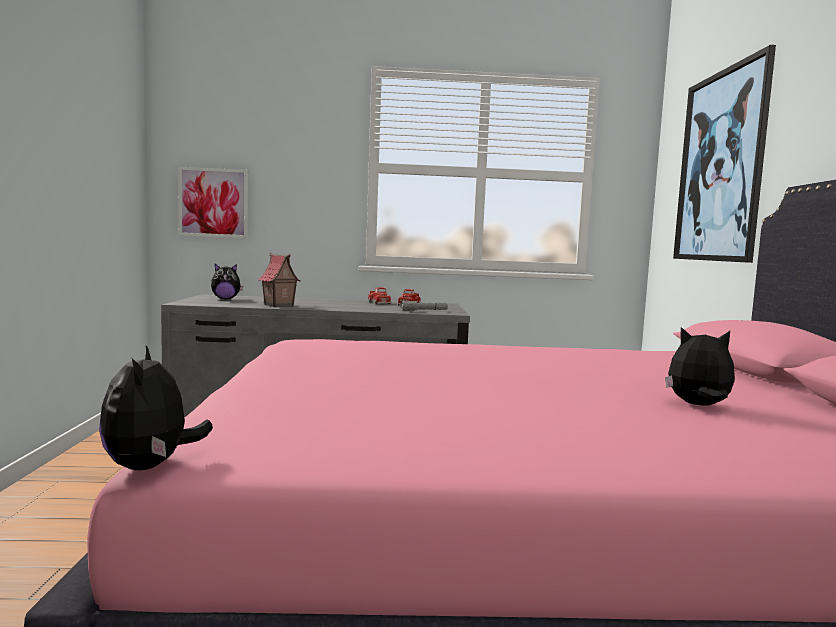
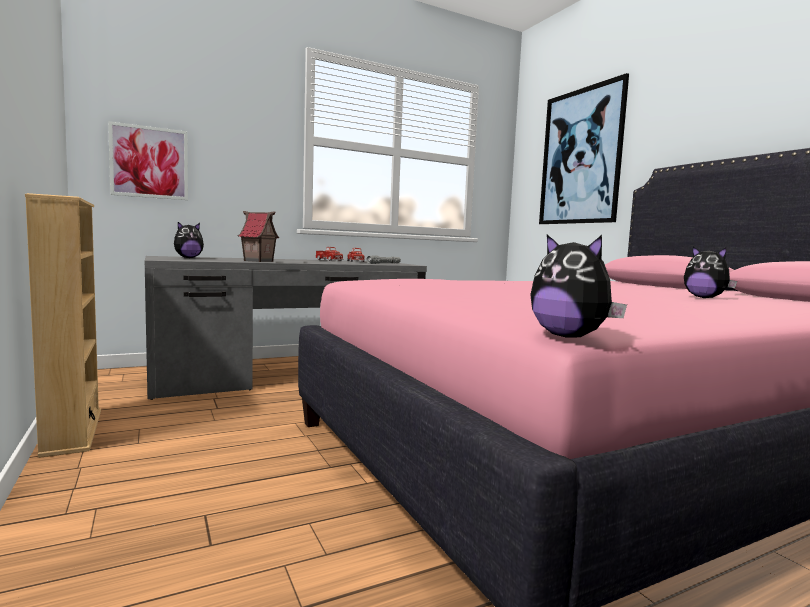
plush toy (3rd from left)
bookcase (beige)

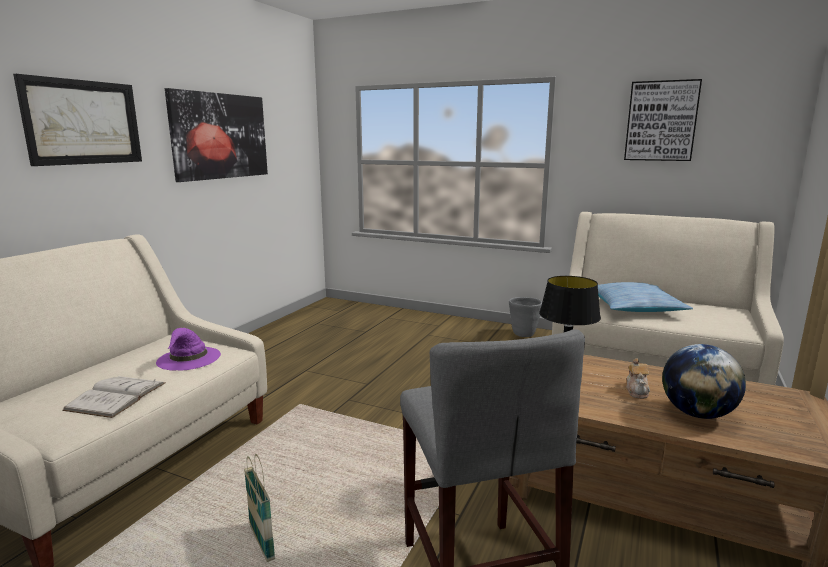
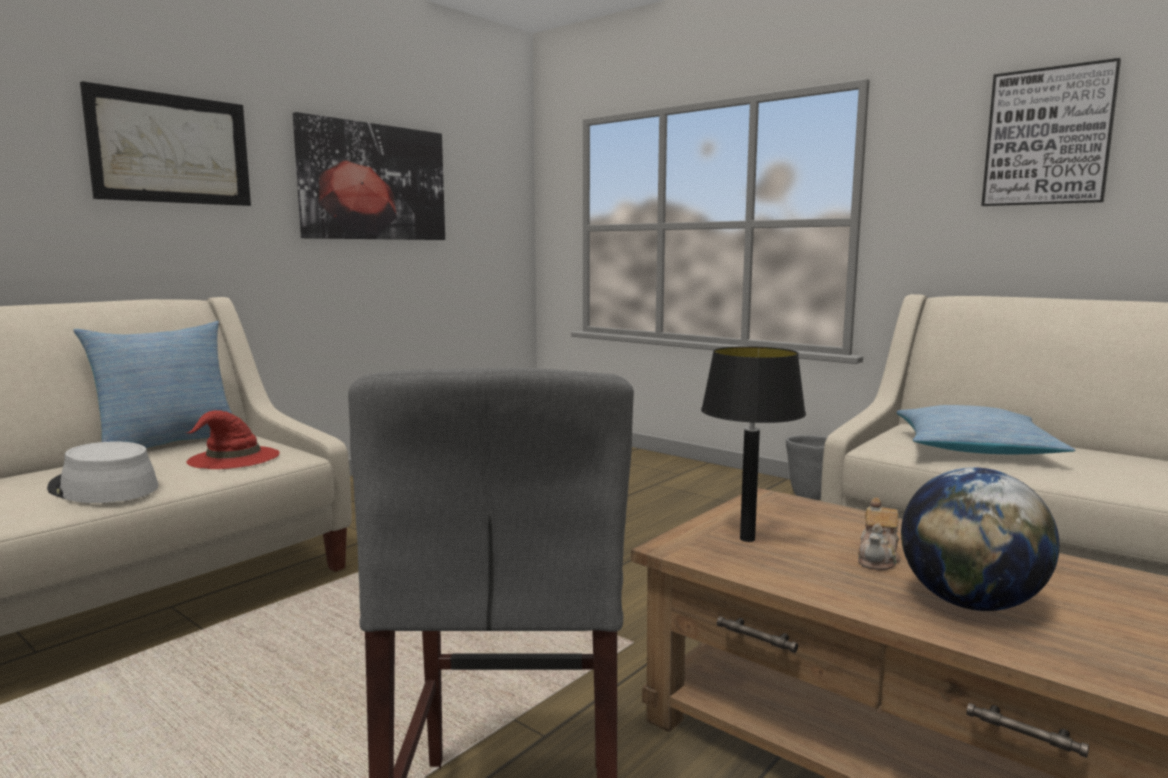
hat (grey)
hat (red)
basket
pillow (1st from left)

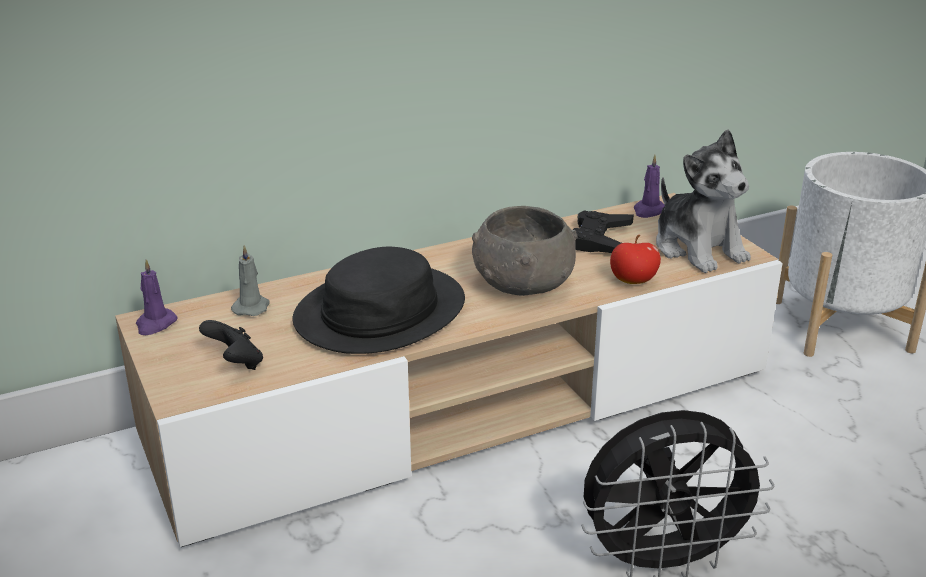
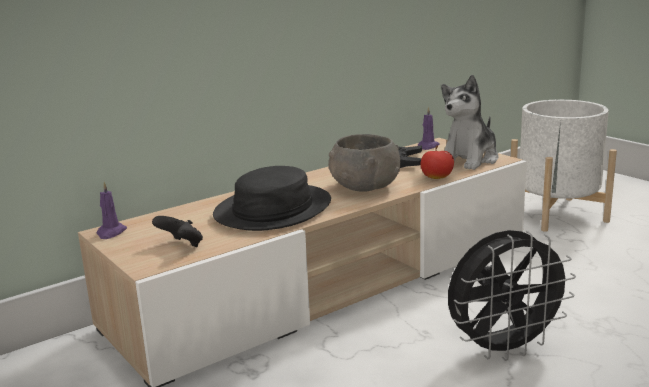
candle (grey)
plush toy

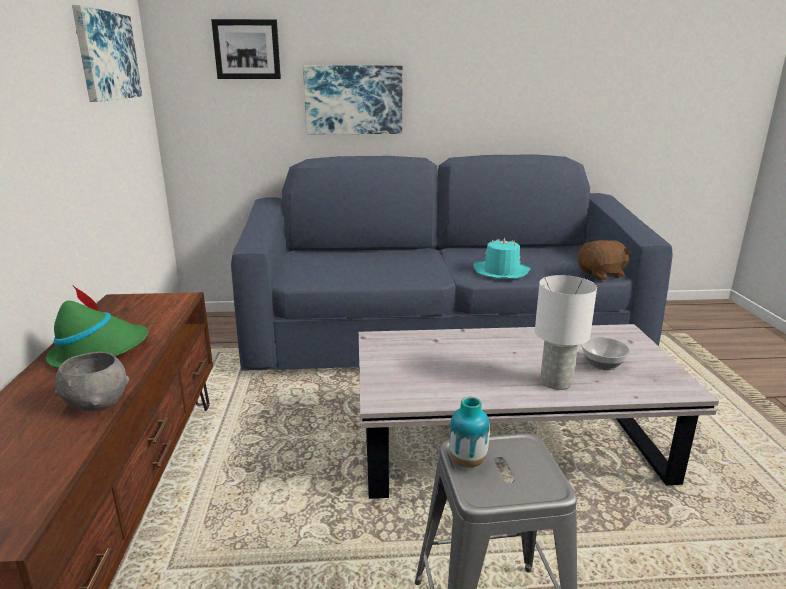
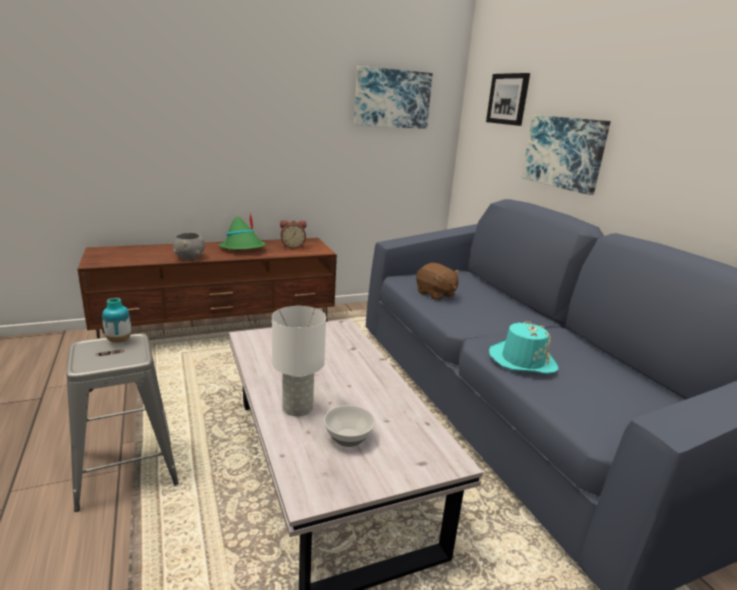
plush toy (brown)
alarm clock

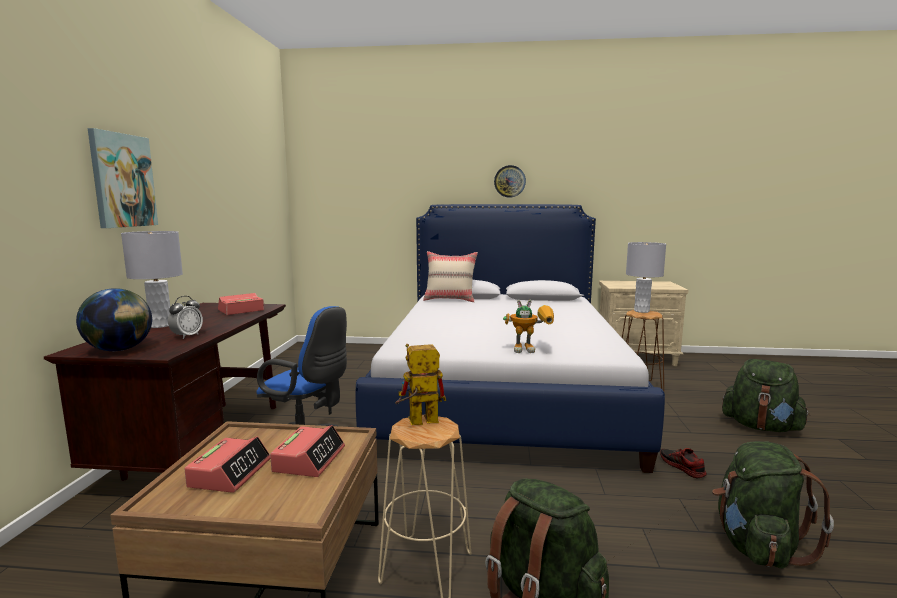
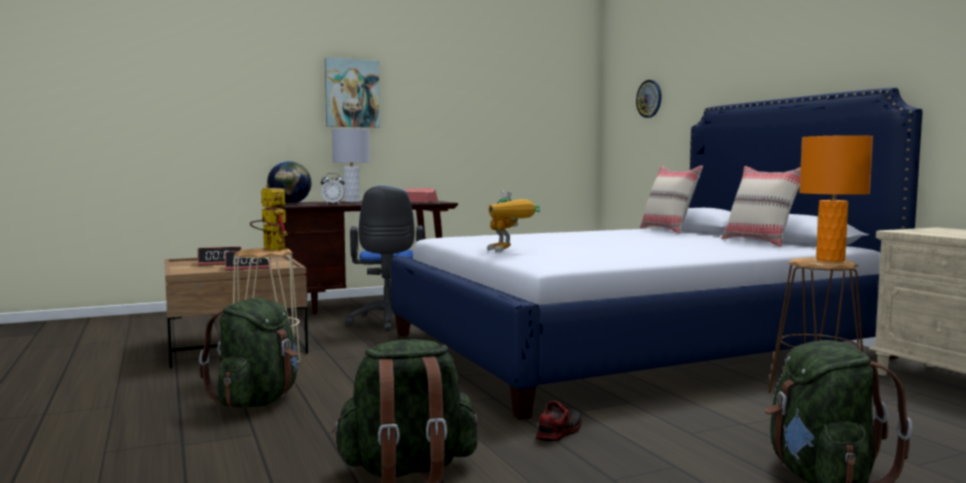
wall clock
table lamp (orange)
pillow (beige) (2nd from left)

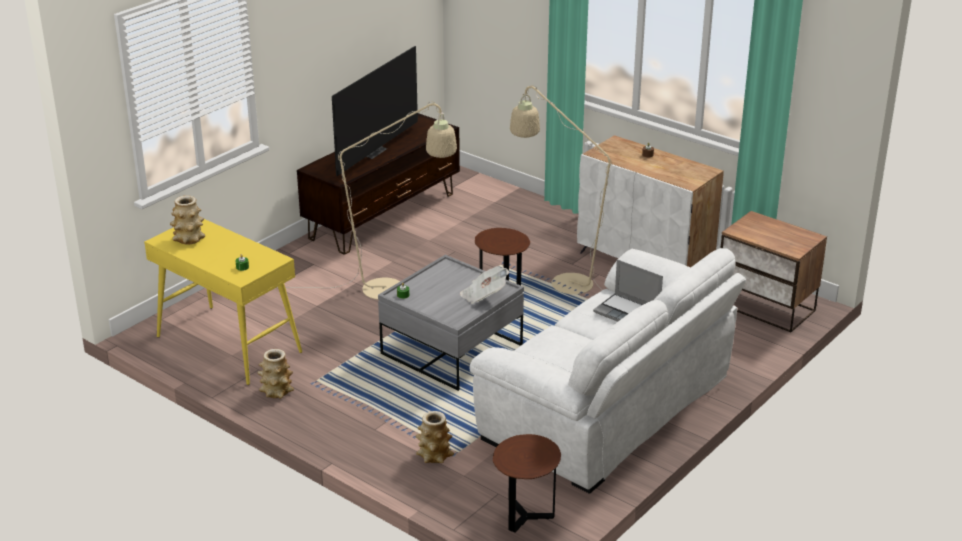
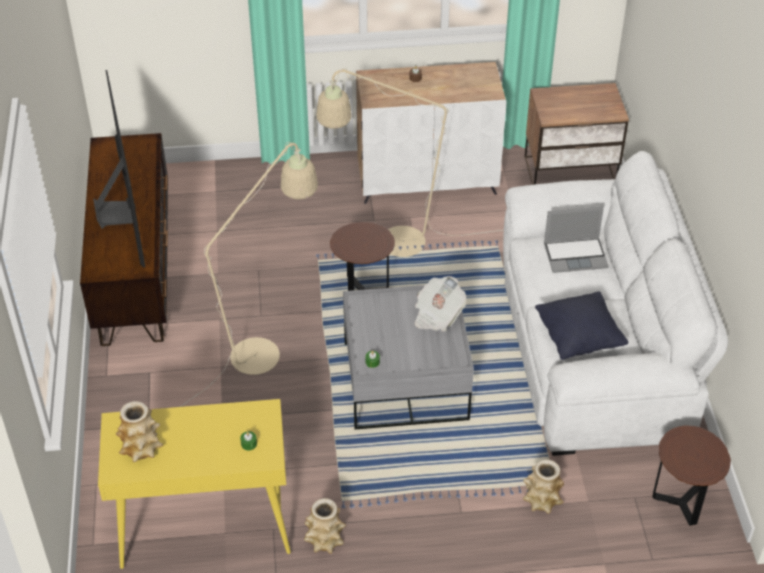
pillow (black)

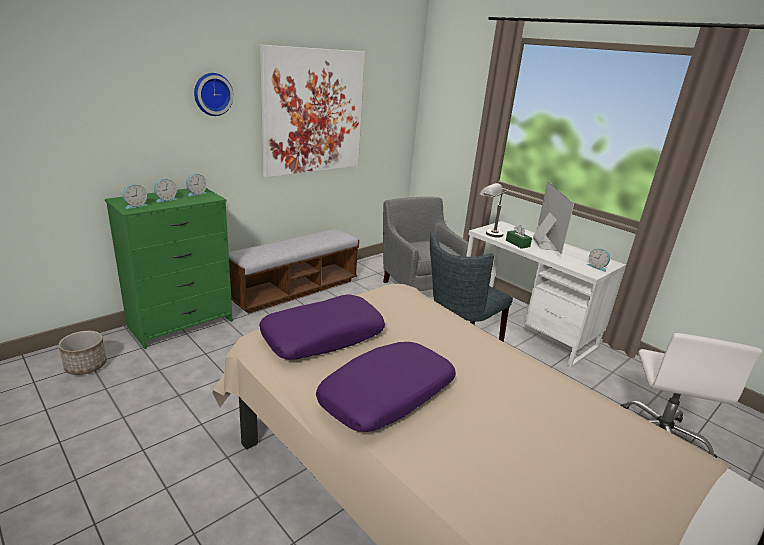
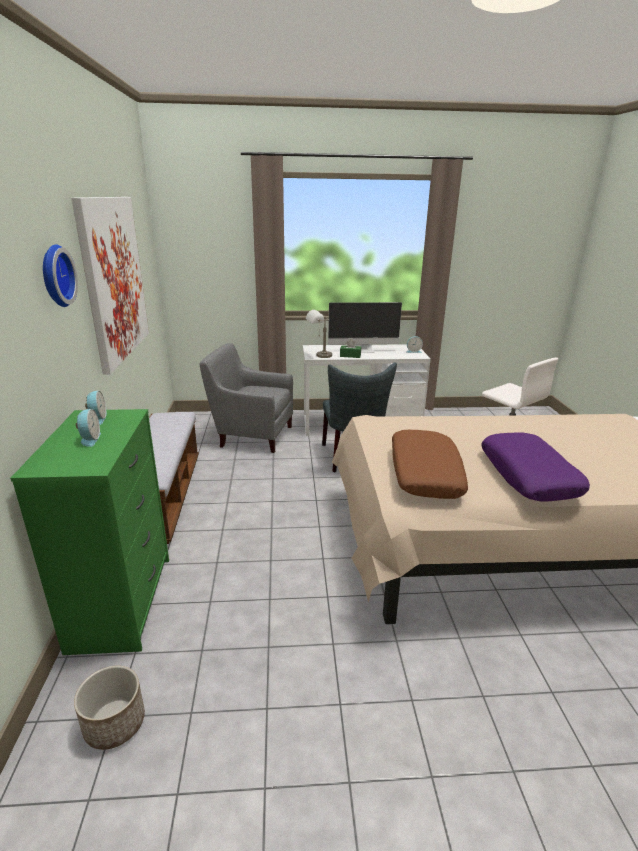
alarm clock (1st from left in the first image)
pillow (brown)
monitor

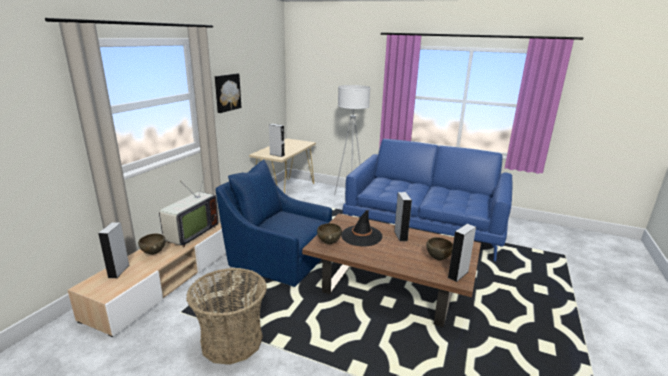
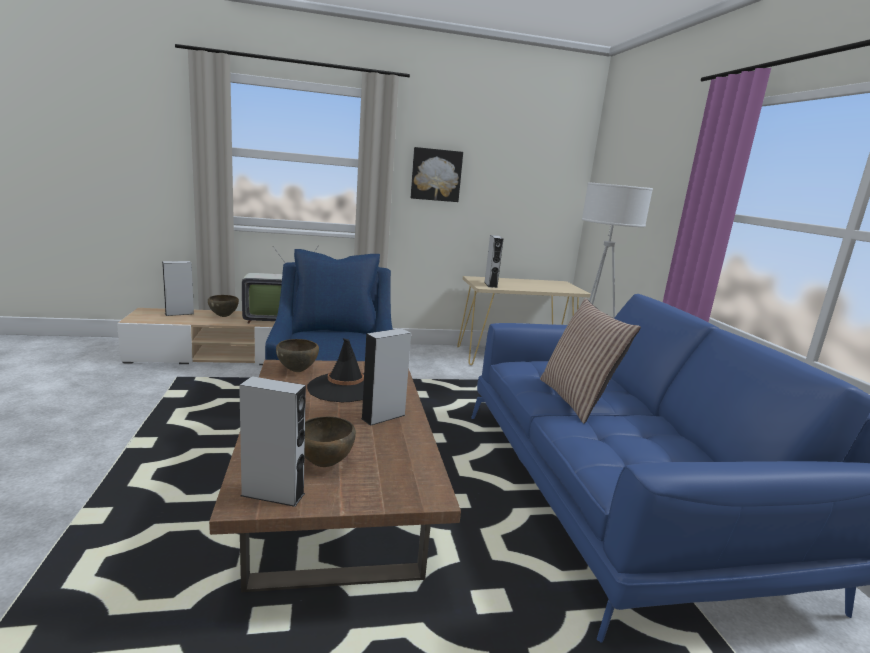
basket
pillow

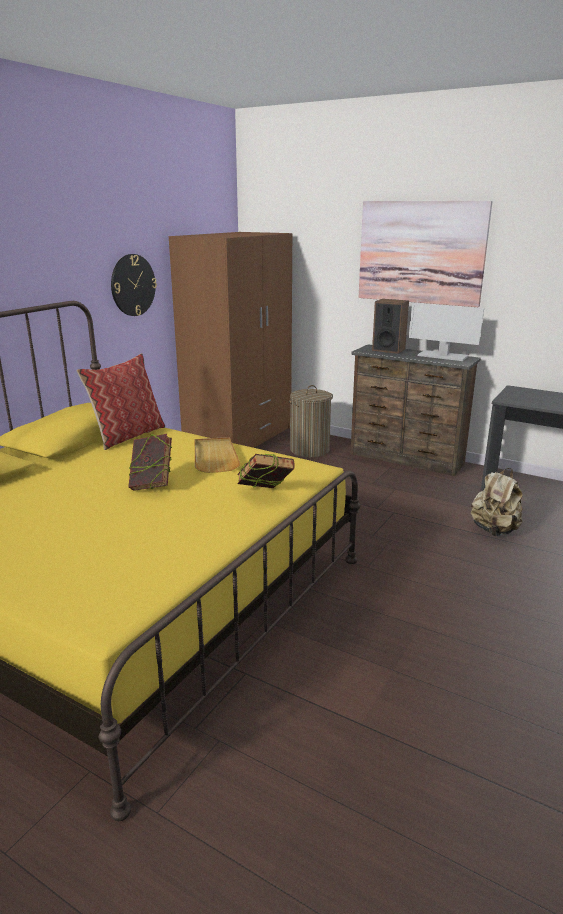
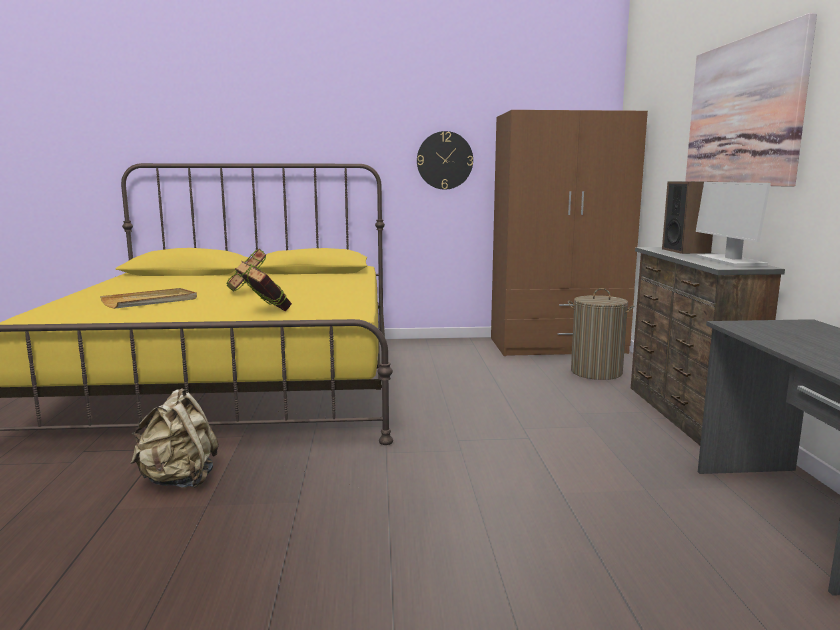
pillow
tray (beige)
backpack (beige)

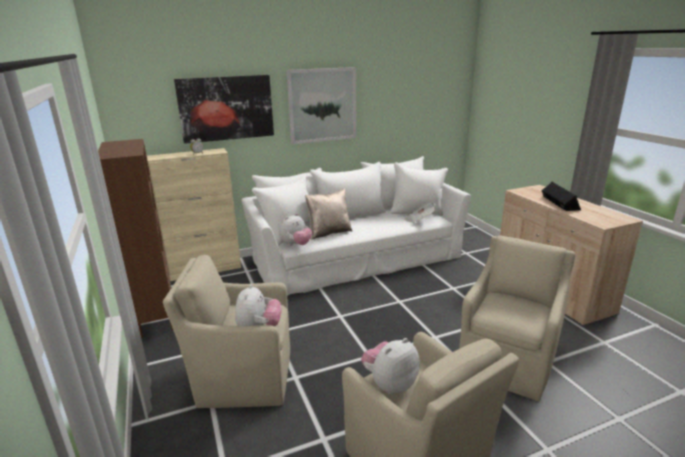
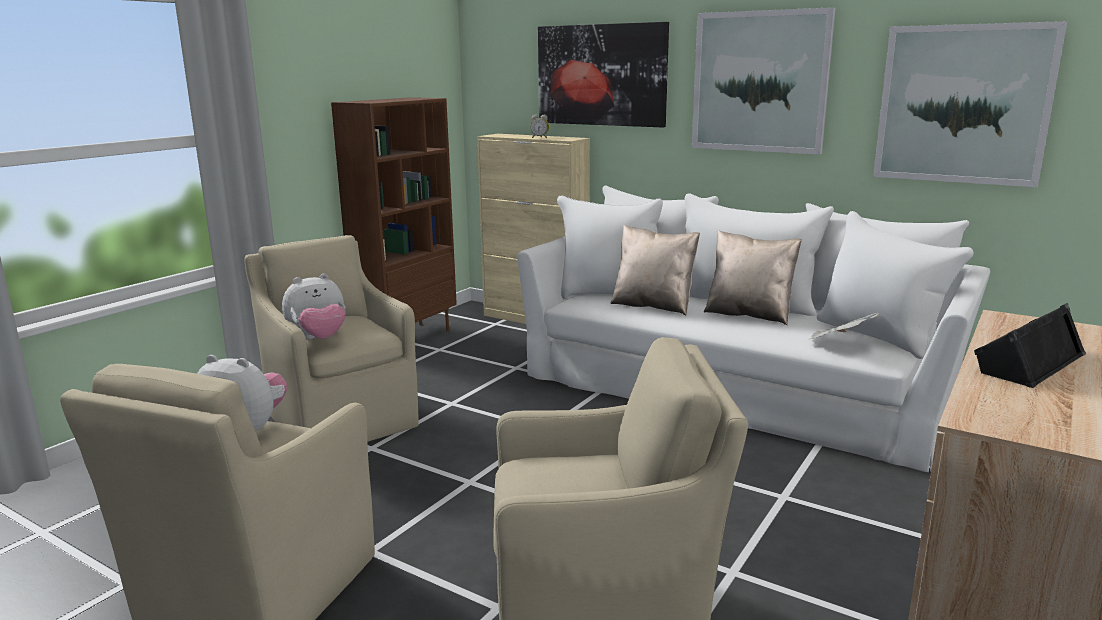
plush toy (2nd from left in the first image)
pillow (beige) (2nd from left)
picture (3rd from left)

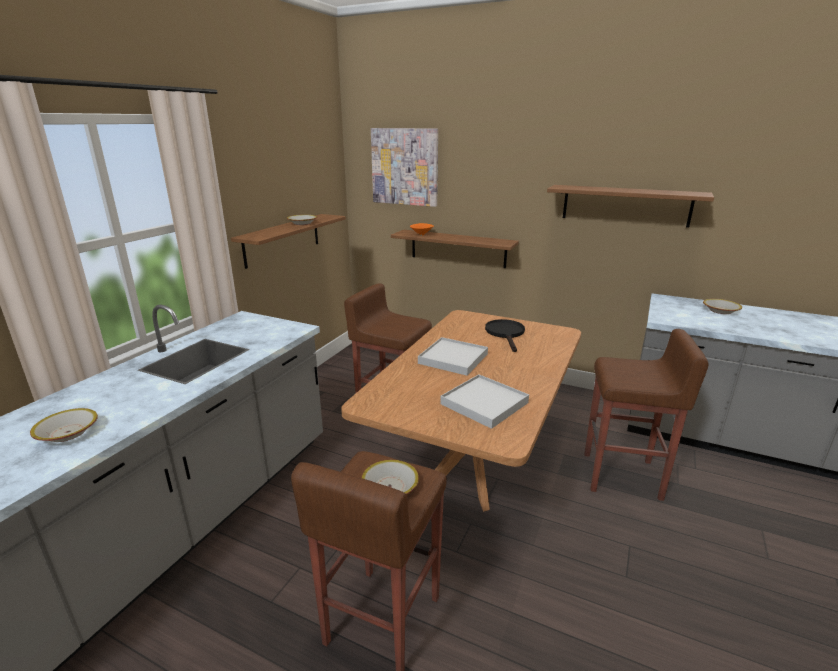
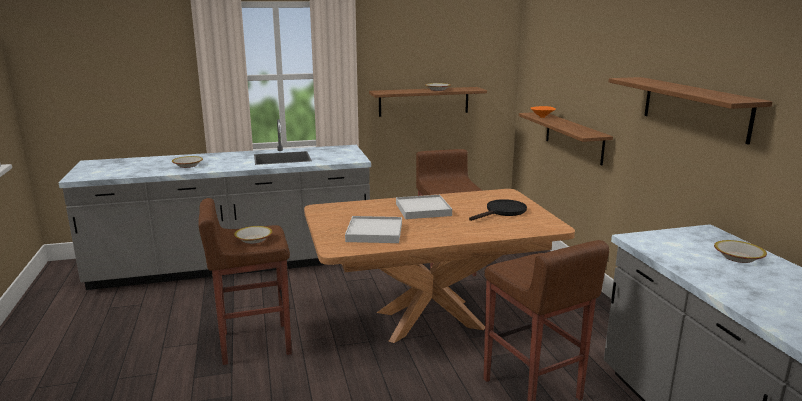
picture

